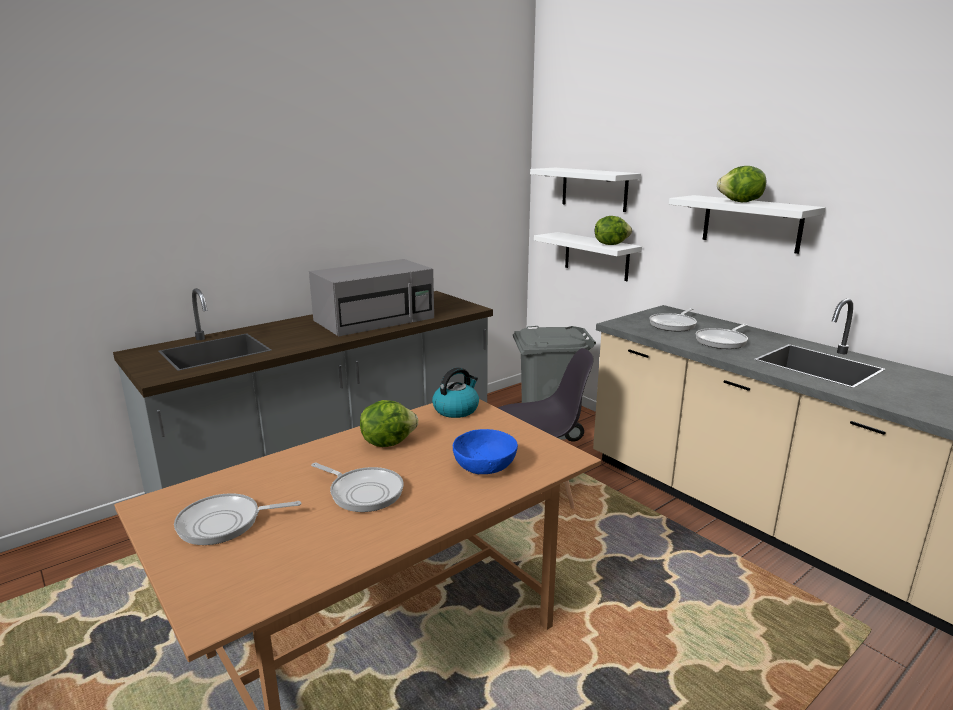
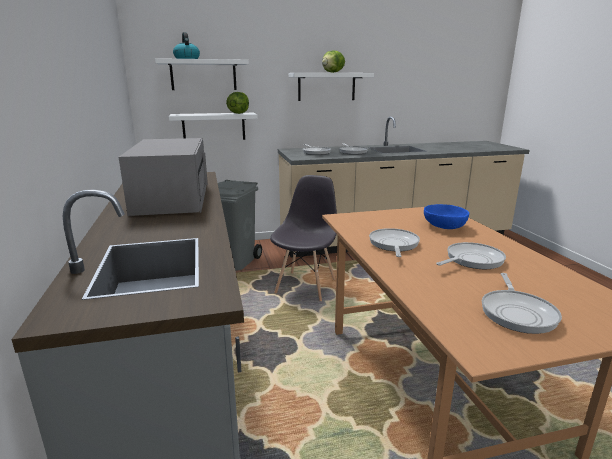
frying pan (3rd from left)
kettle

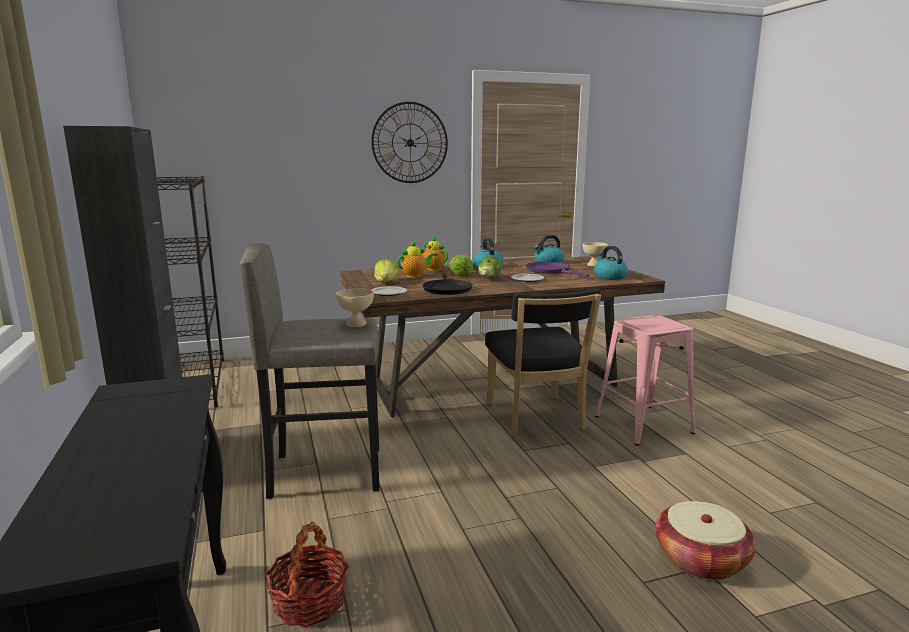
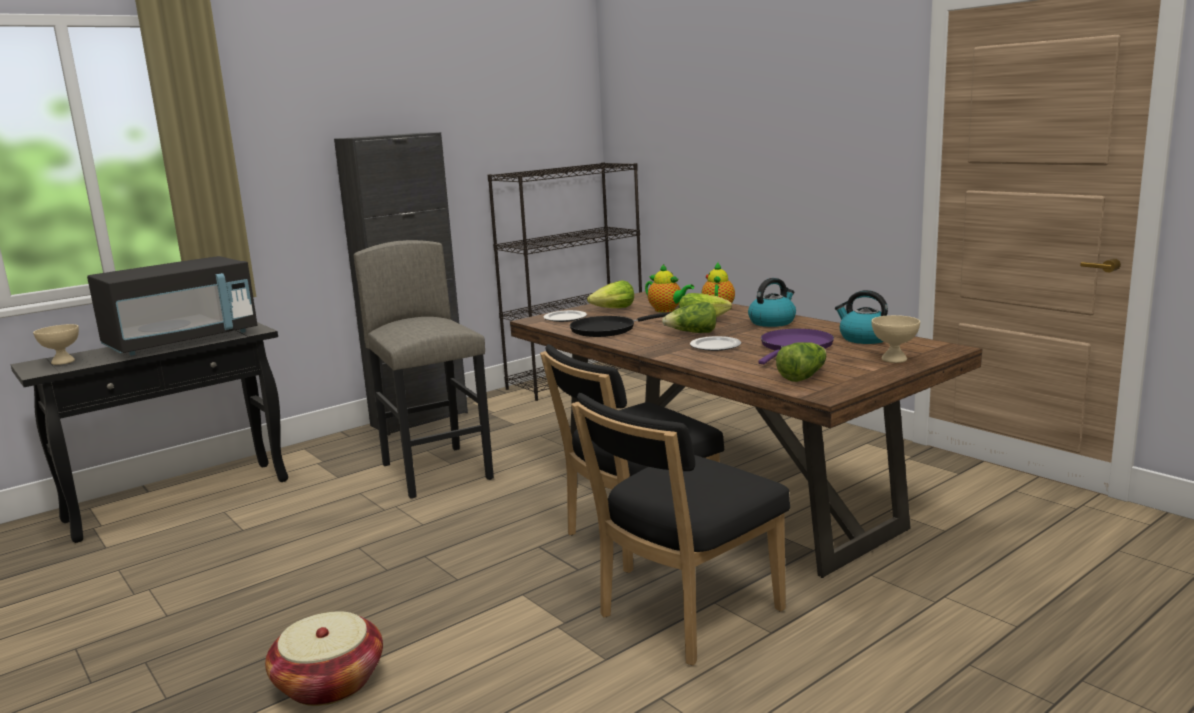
basket (1st from left in the first image)
bowl (beige) (1st from left)
wall clock
lettuce (4th from left)
chair (black) (2nd from left)
microwave (black)

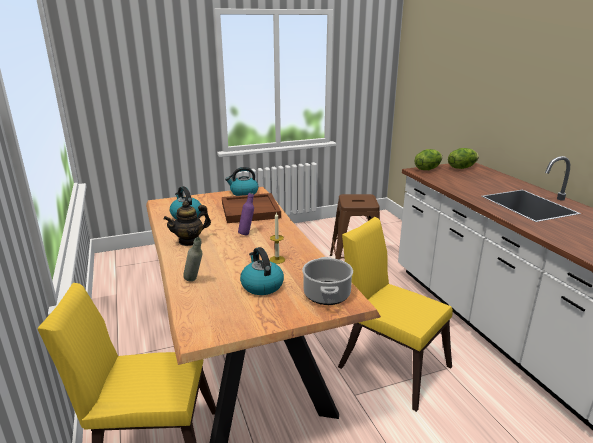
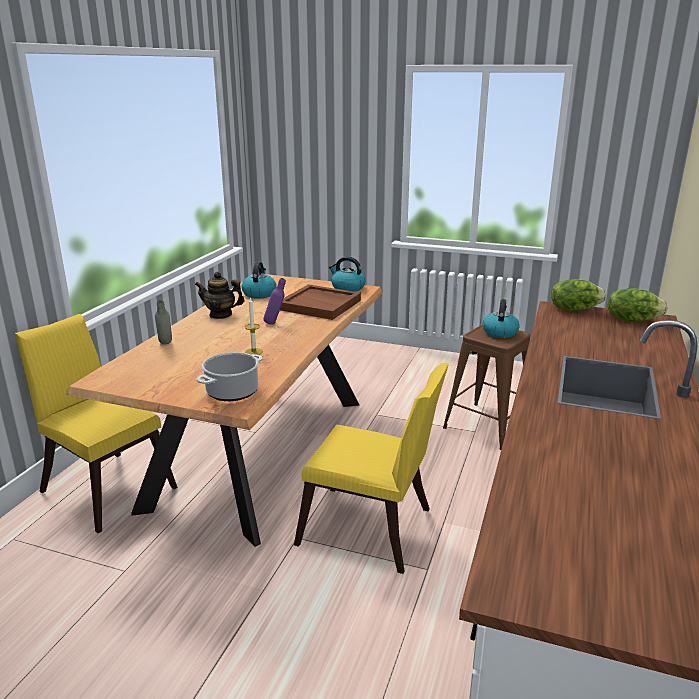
kettle (3rd from left)
chair (yellow) (2nd from left)

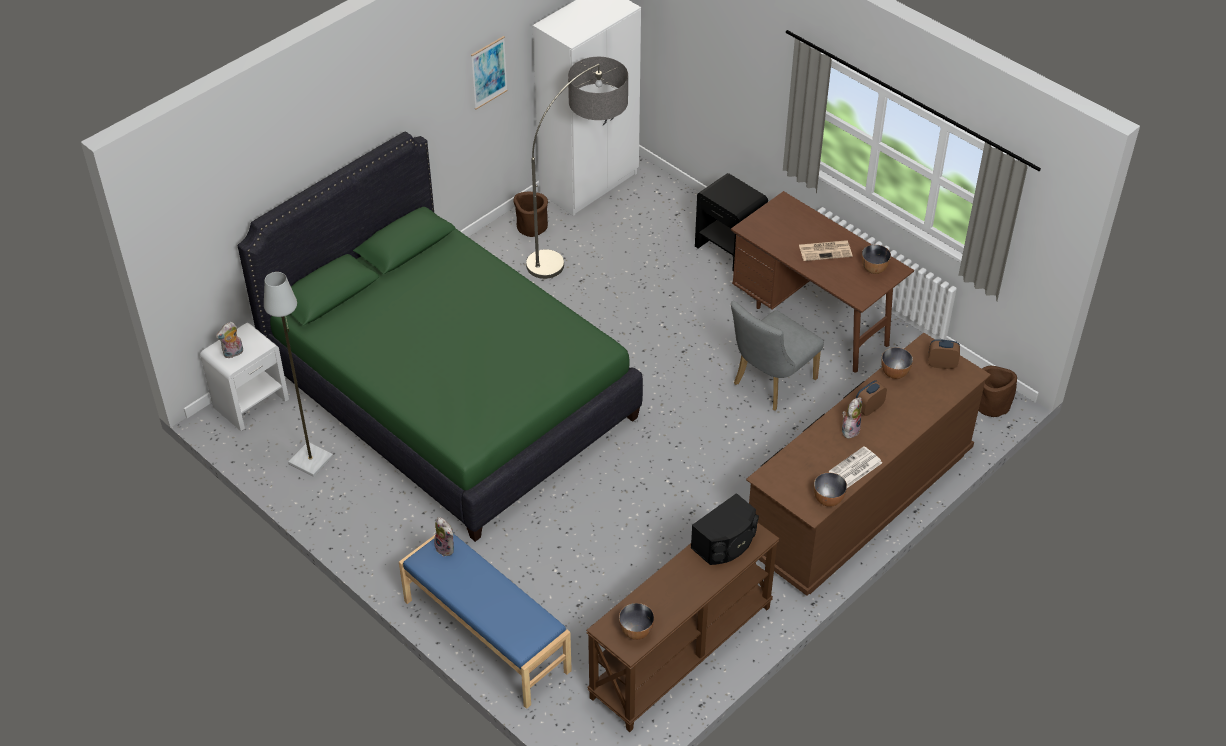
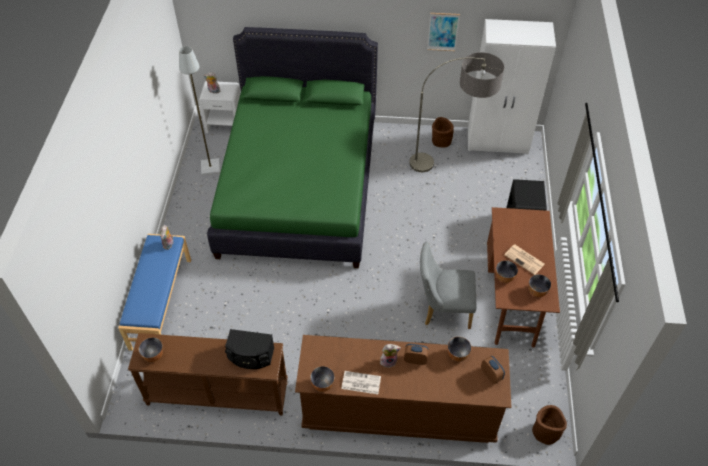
bowl (4th from left)

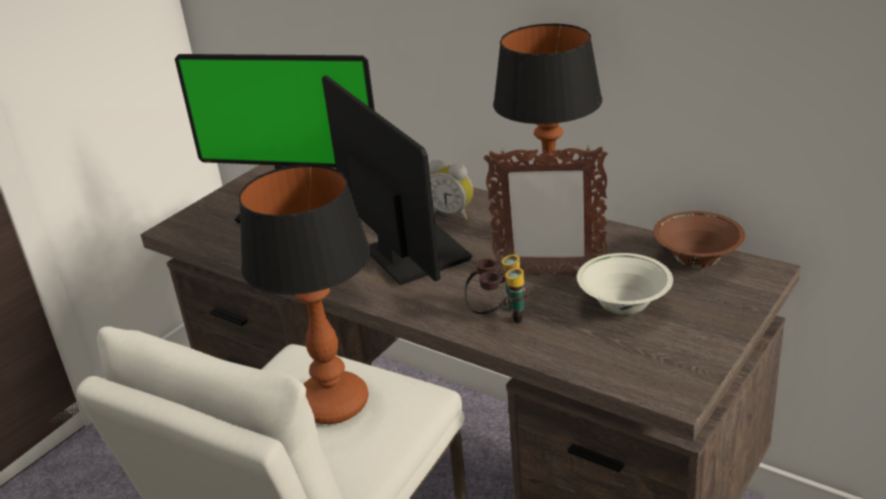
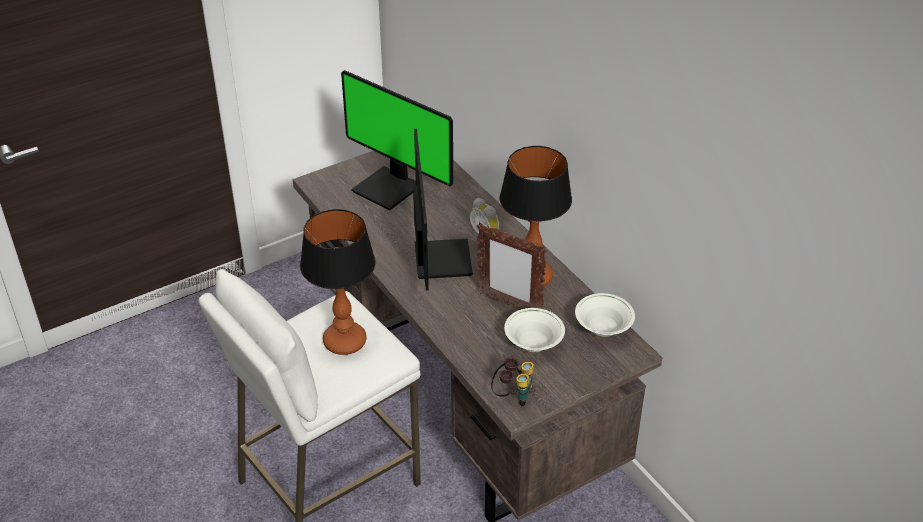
binoculars
bowl (white) (2nd from left)

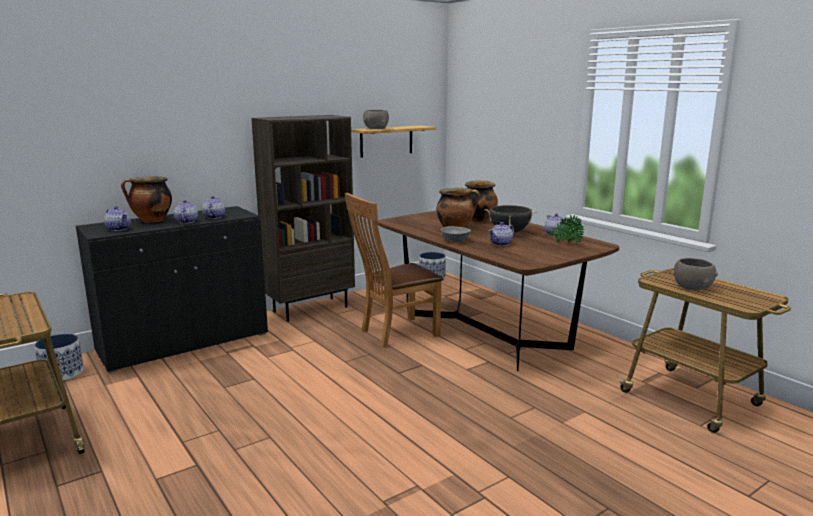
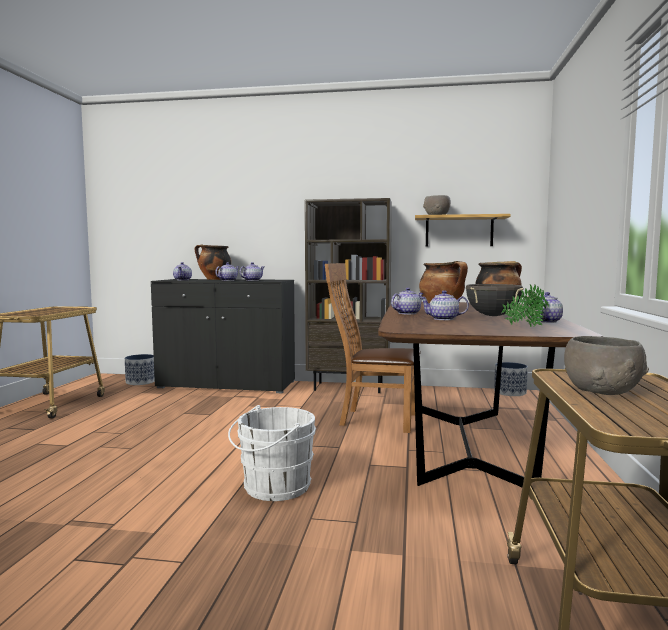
teapot (4th from left)
bucket (white)

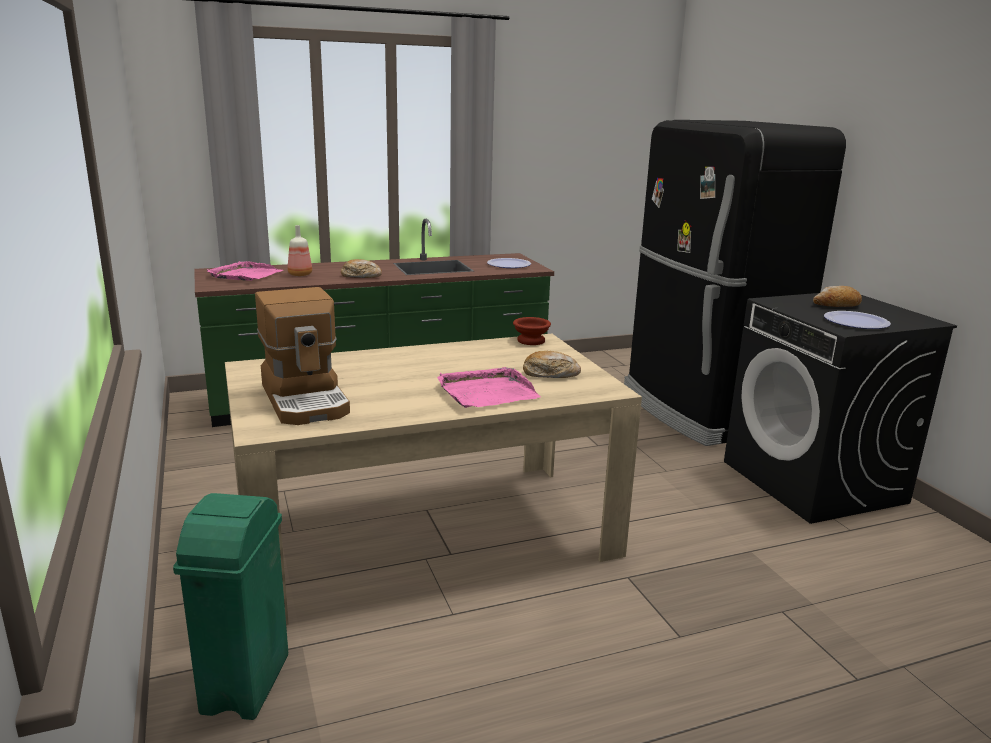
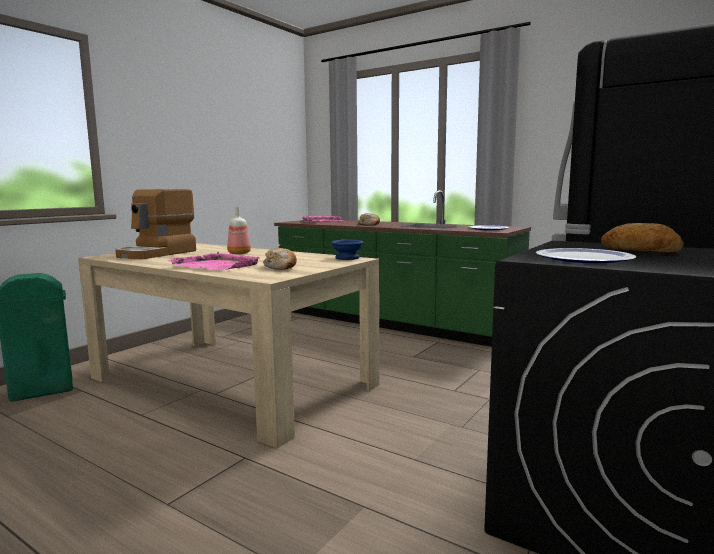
bottle
bowl (blue)

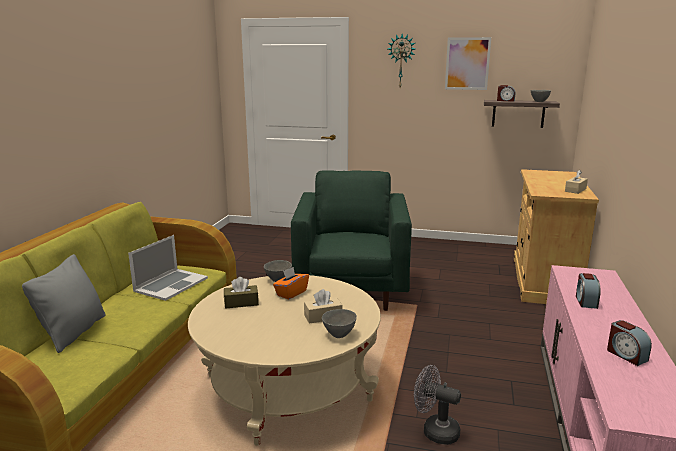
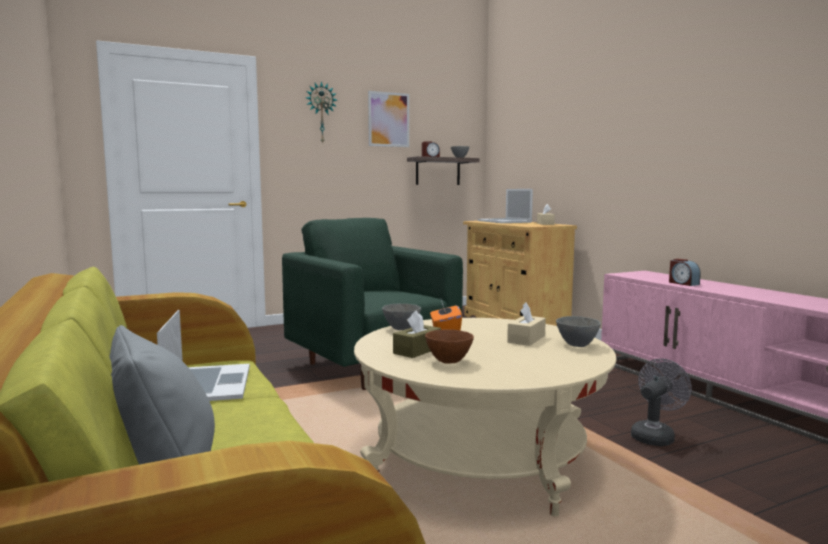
fan (grey)
alarm clock (3rd from left in the first image)
bowl (brown)
laptop (2nd from left)

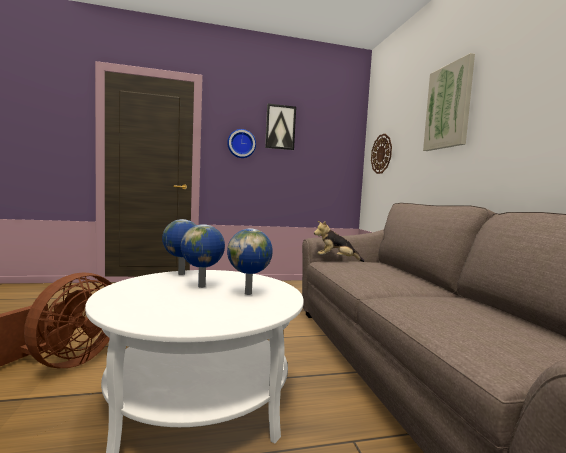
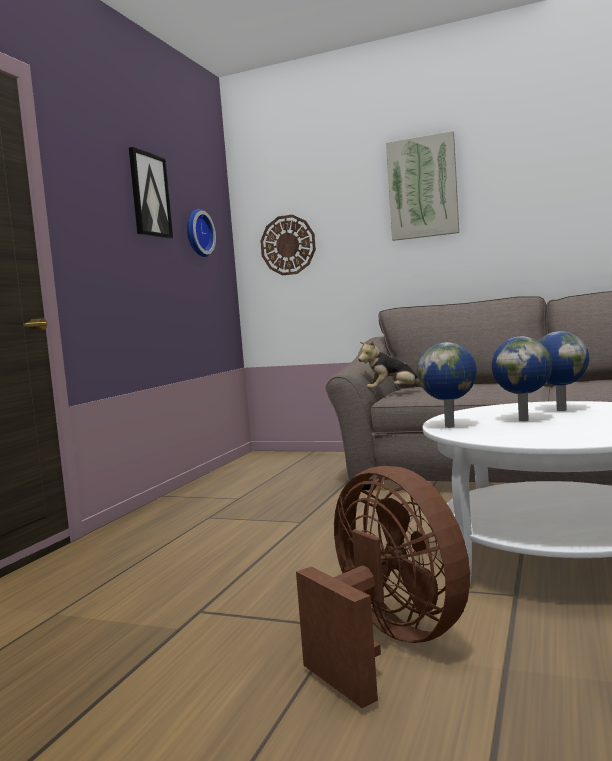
wall clock (1st from left)
plush toy

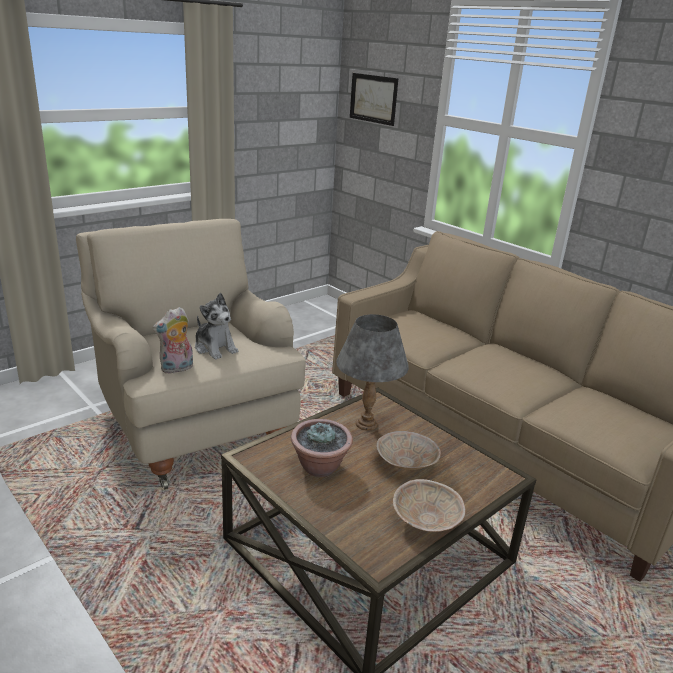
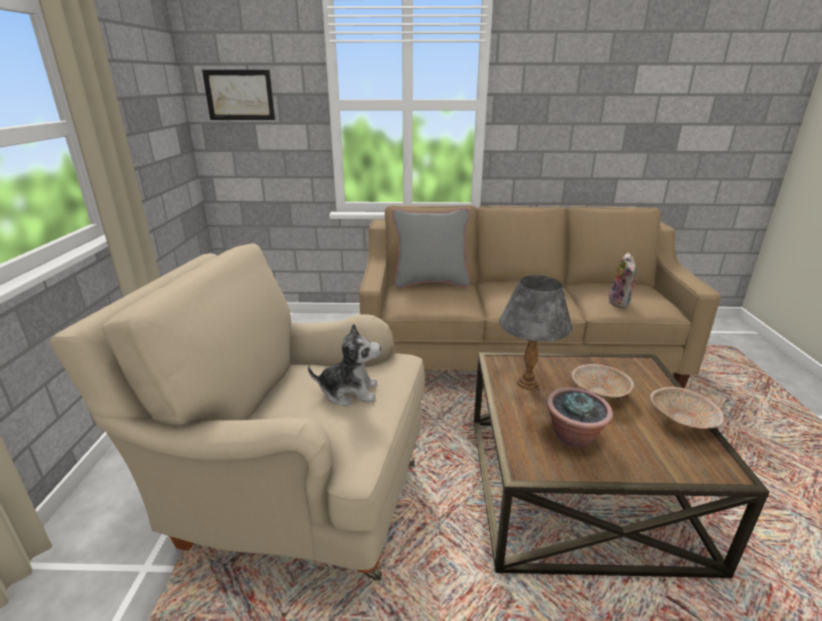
plush toy (2nd from left)
pillow (grey)

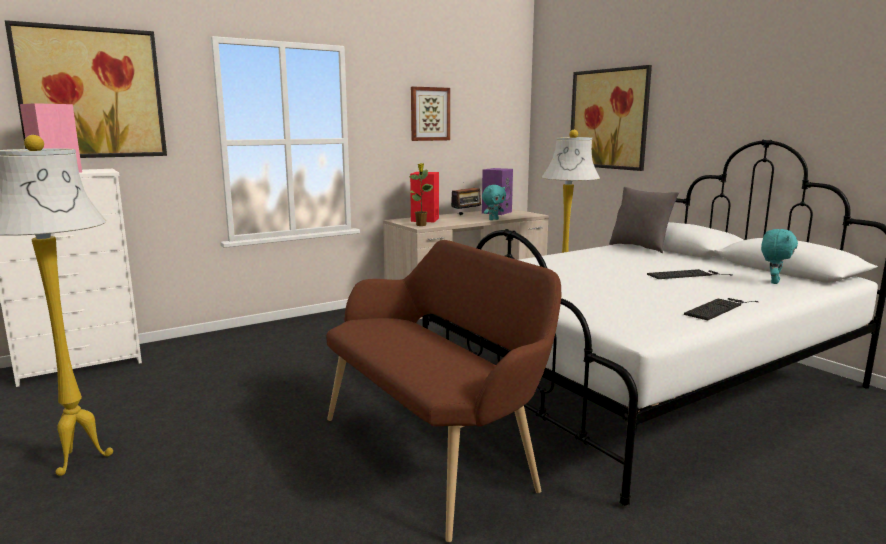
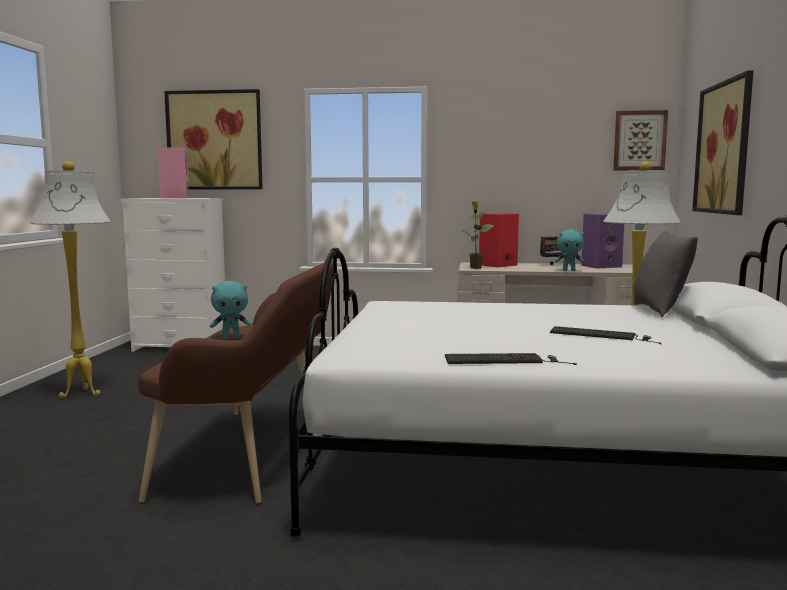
picture (2nd from left)
plush toy (turquoise) (1st from left)

